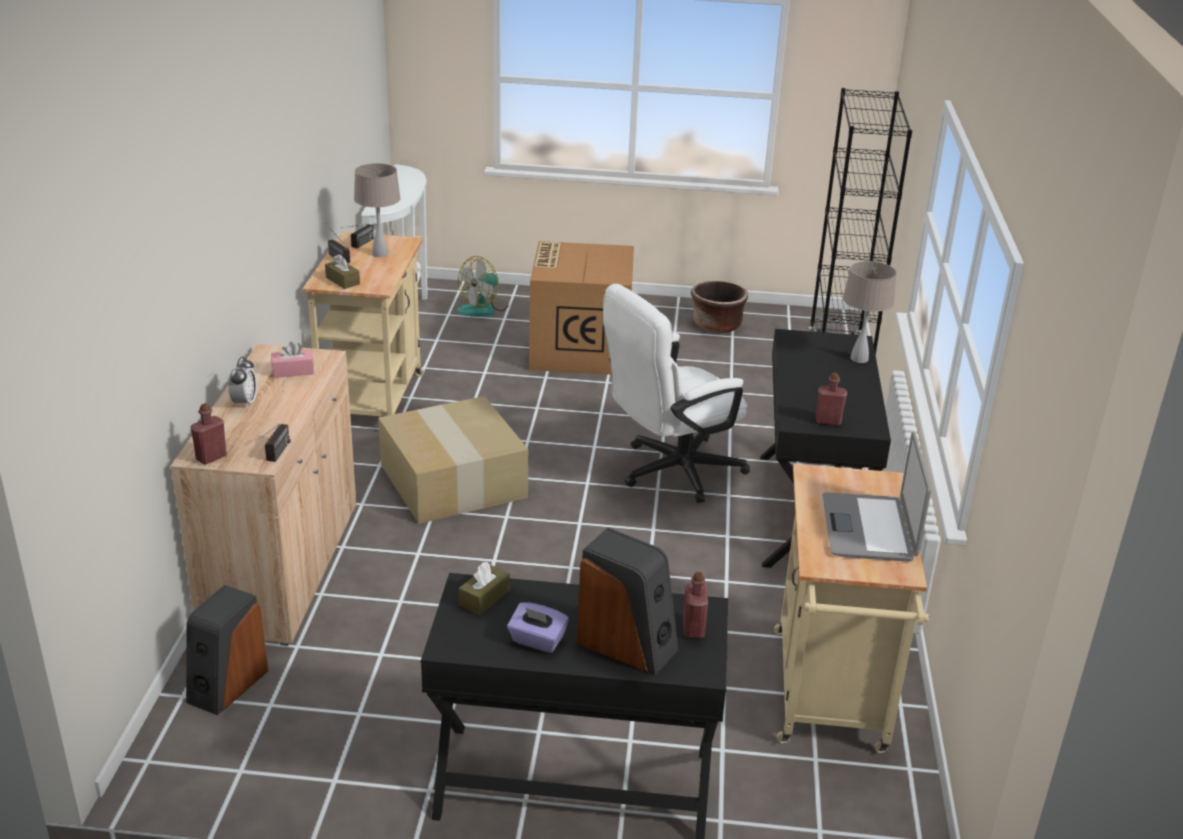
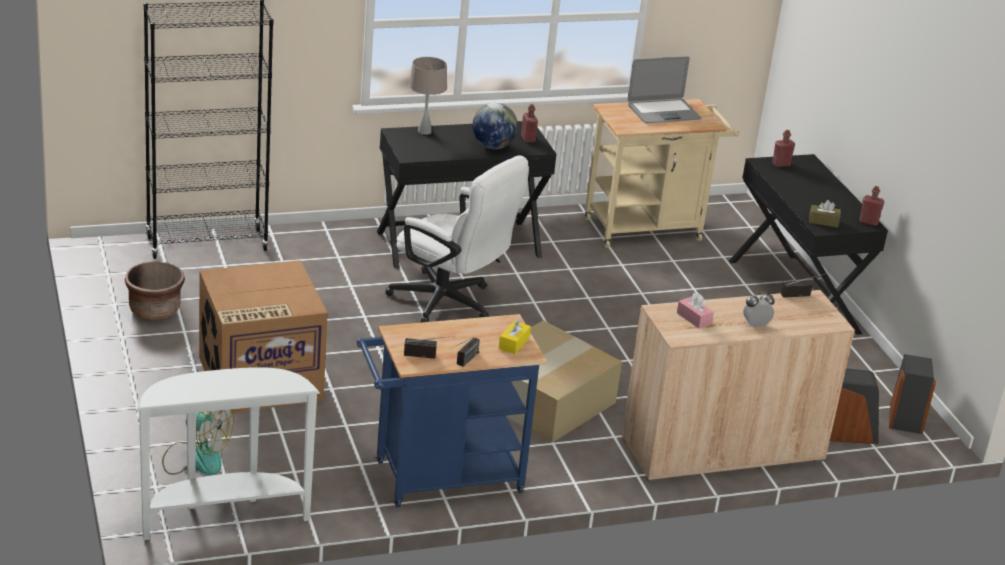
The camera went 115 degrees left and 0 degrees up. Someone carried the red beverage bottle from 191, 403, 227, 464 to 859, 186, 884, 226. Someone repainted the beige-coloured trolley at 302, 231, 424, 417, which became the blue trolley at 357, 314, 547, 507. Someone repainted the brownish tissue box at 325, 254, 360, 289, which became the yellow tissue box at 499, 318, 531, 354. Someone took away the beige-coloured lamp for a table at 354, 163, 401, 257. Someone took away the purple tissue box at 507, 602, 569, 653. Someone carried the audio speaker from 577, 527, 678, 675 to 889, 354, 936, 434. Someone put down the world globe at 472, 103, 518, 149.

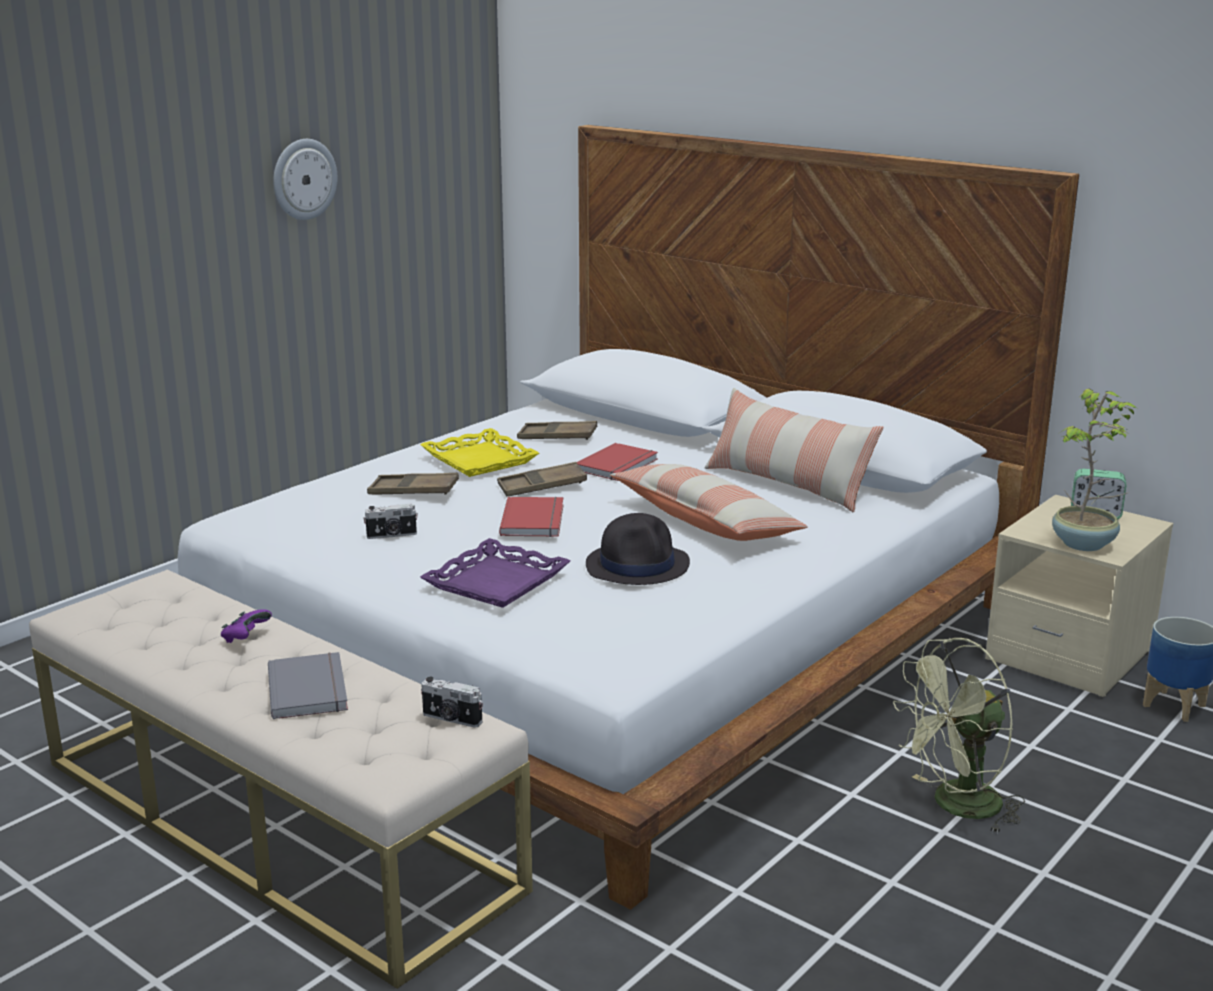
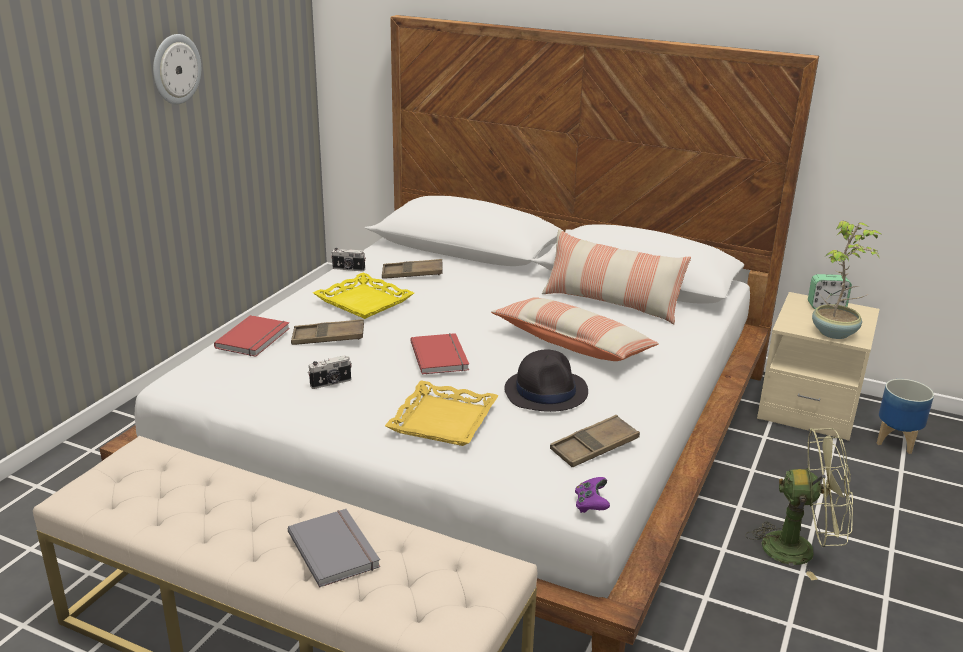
The camera went 15 degrees left and 5 degrees up. Someone carried the purple joypad from 221, 609, 272, 643 to 575, 477, 610, 513. Someone repainted the purple tray at 420, 538, 571, 608, which became the yellow tray at 385, 381, 499, 446. Someone carried the photo camera from 421, 677, 483, 728 to 331, 248, 366, 271. Someone carried the brownish tray from 497, 462, 587, 496 to 550, 415, 640, 467. Someone carried the red bound book from 577, 443, 658, 481 to 214, 315, 290, 357. Someone rotated the greenish fan at 893, 638, 1025, 834 by 135 degrees counterclockwise.

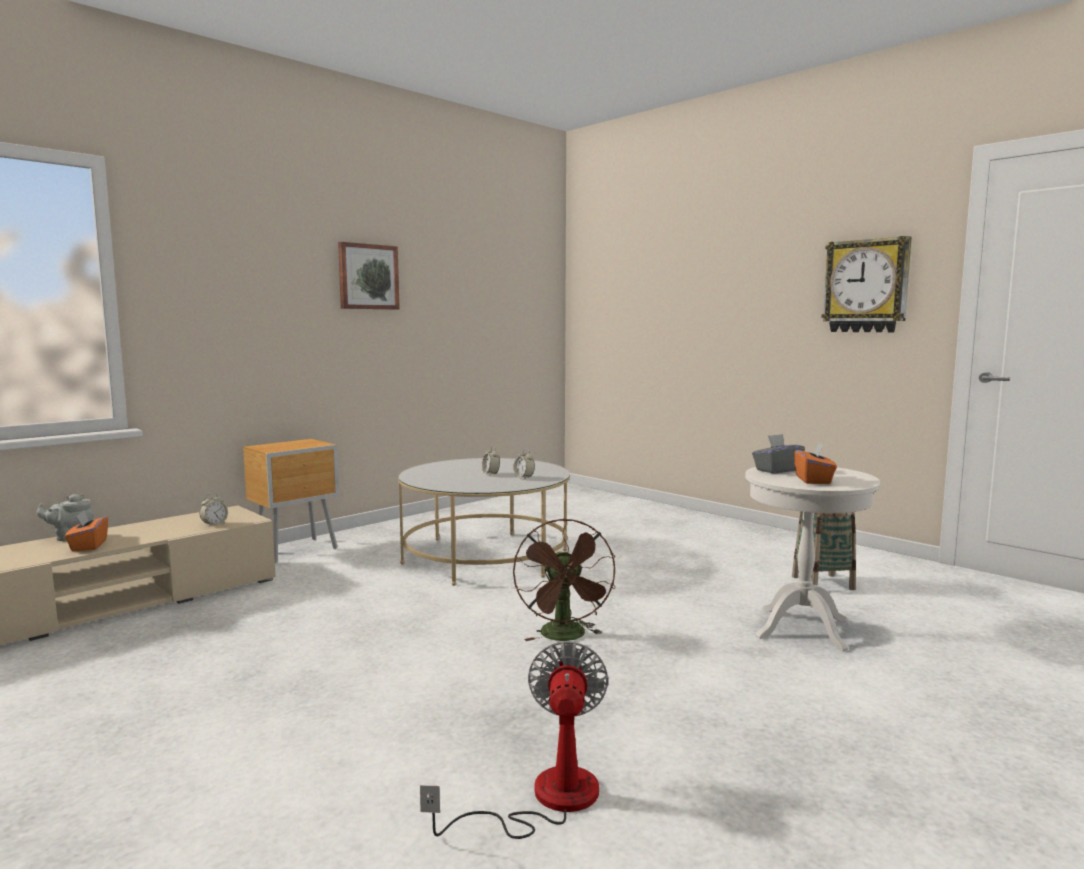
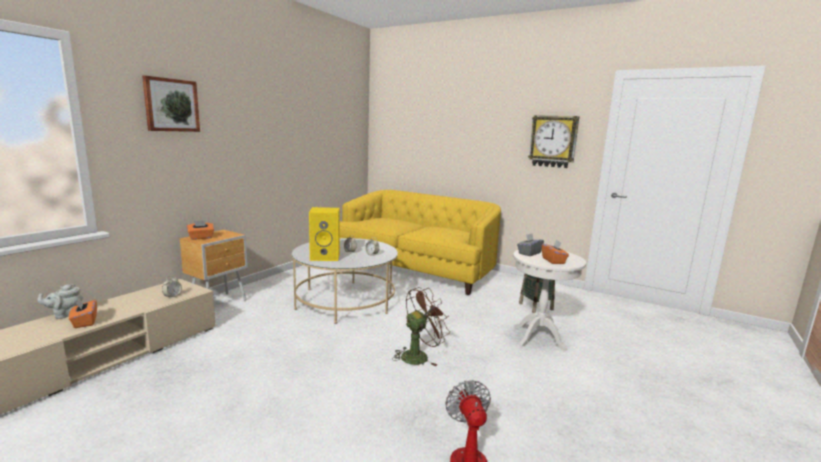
The camera went 15 degrees left and 5 degrees up. Someone carried the picture from 338, 242, 400, 309 to 142, 75, 200, 132. Someone rotated the brownish fan at 513, 519, 615, 641 by 105 degrees counterclockwise. Someone put down the orangey tissue box at 187, 220, 214, 240. Someone put down the yellow audio speaker at 309, 207, 340, 261. Someone put down the yellow settee at 340, 190, 501, 295.

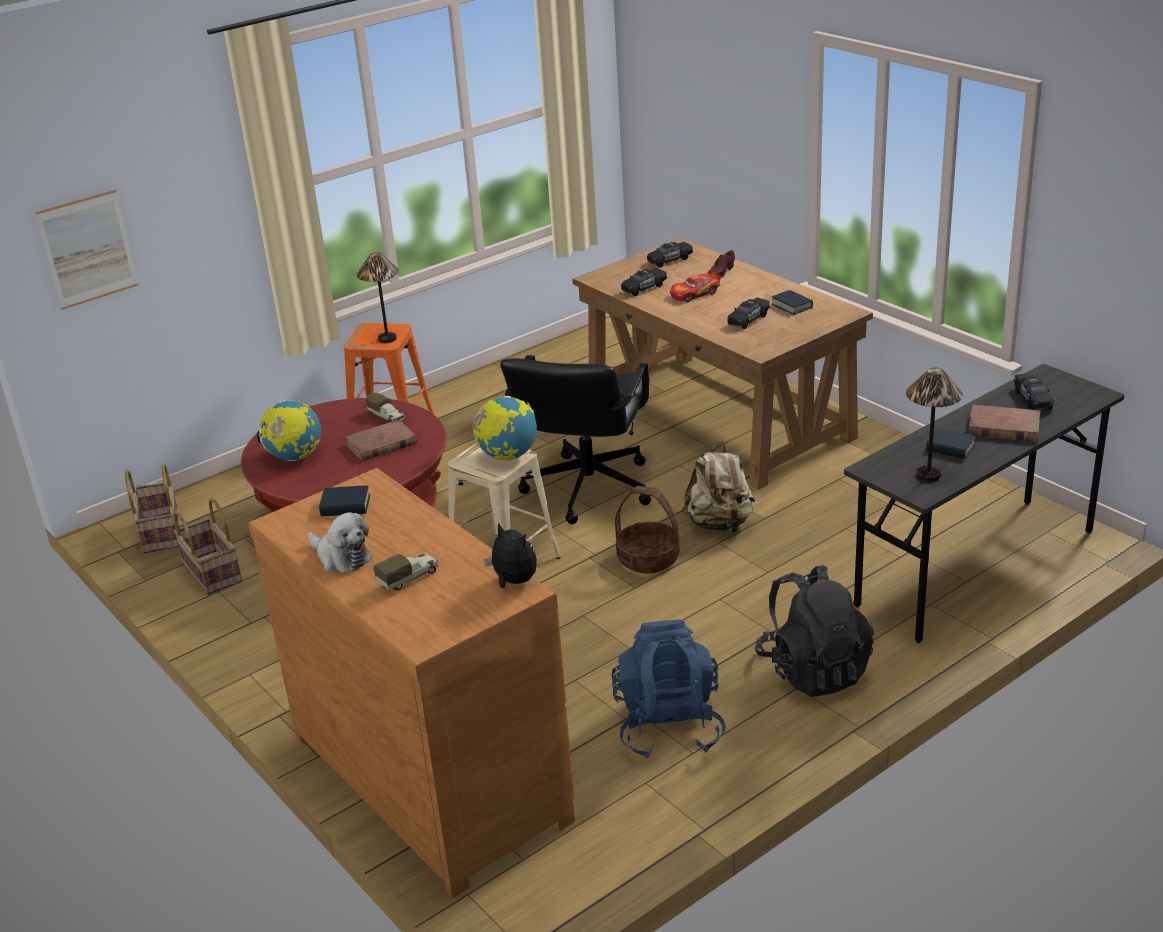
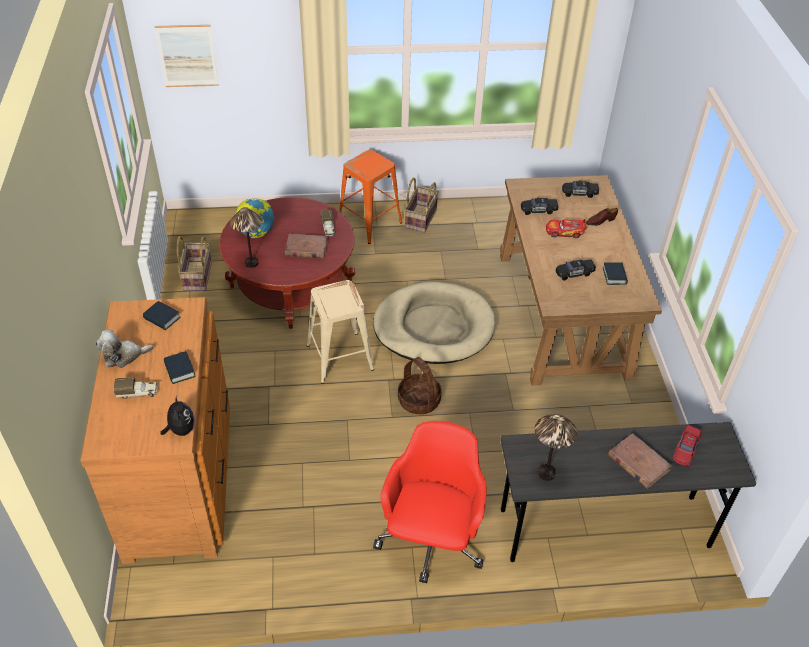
The camera went 30 degrees right and 15 degrees up. Someone carried the storage basket from 125, 463, 179, 553 to 404, 178, 439, 233. Someone rotated the soft toy at 308, 512, 372, 573 by 90 degrees clockwise. Someone carried the lamp for a table from 356, 252, 399, 343 to 230, 207, 262, 268. Someone took away the world globe at 472, 396, 537, 461. Someone swapped the blackish office chair at 500, 355, 651, 524 for the beige-coloured dog bed at 373, 282, 496, 364. Someone took away the blue backpack at 611, 619, 726, 758. Someone took away the beige-coloured backpack at 682, 441, 755, 533. Someone swapped the blackish backpack at 755, 565, 874, 697 for the red office chair at 373, 421, 487, 583. Someone carried the bound book from 926, 428, 976, 459 to 164, 351, 196, 384. Someone repainted the blackish model car at 1014, 373, 1054, 410, which became the red model car at 672, 425, 701, 466.

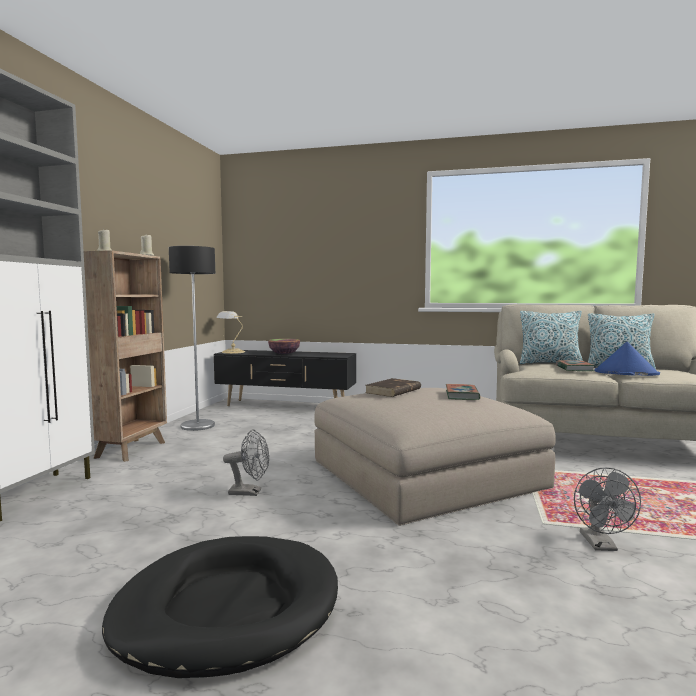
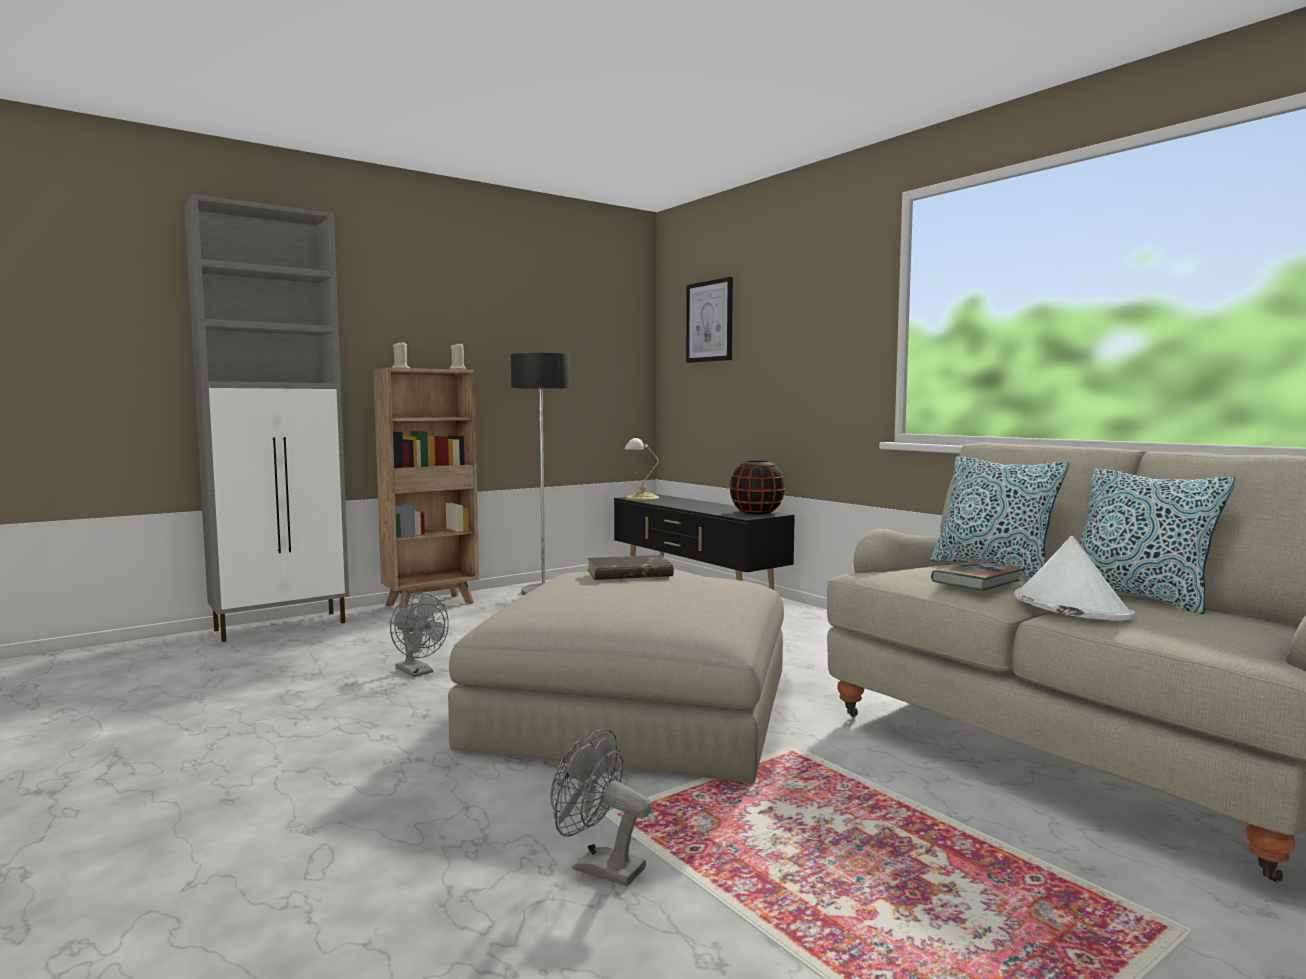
The camera went 40 degrees right and 0 degrees up. Someone took away the blackish dog bed at 102, 536, 338, 678. Someone took away the deep dish at 268, 338, 300, 354. Someone took away the bound book at 446, 384, 480, 400. Someone rotated the grey fan at 574, 467, 641, 551 by 75 degrees clockwise. Someone repainted the blue hat at 594, 342, 660, 376, which became the white-coloured hat at 1014, 536, 1135, 621. Someone put up the picture at 686, 277, 733, 363. Someone put down the blackish decorative vase at 730, 461, 785, 515.

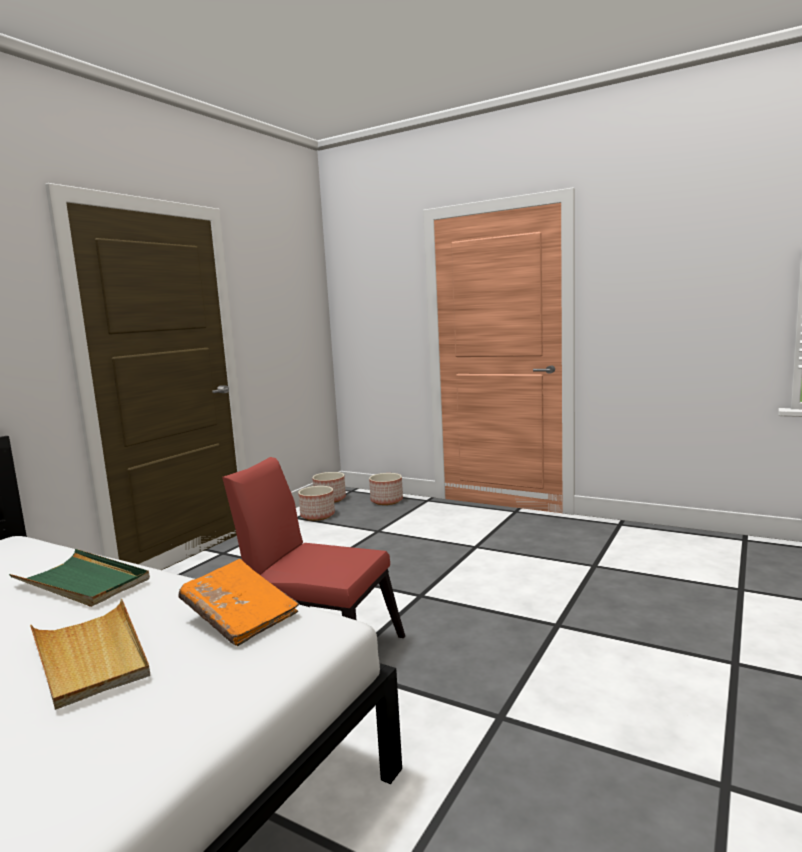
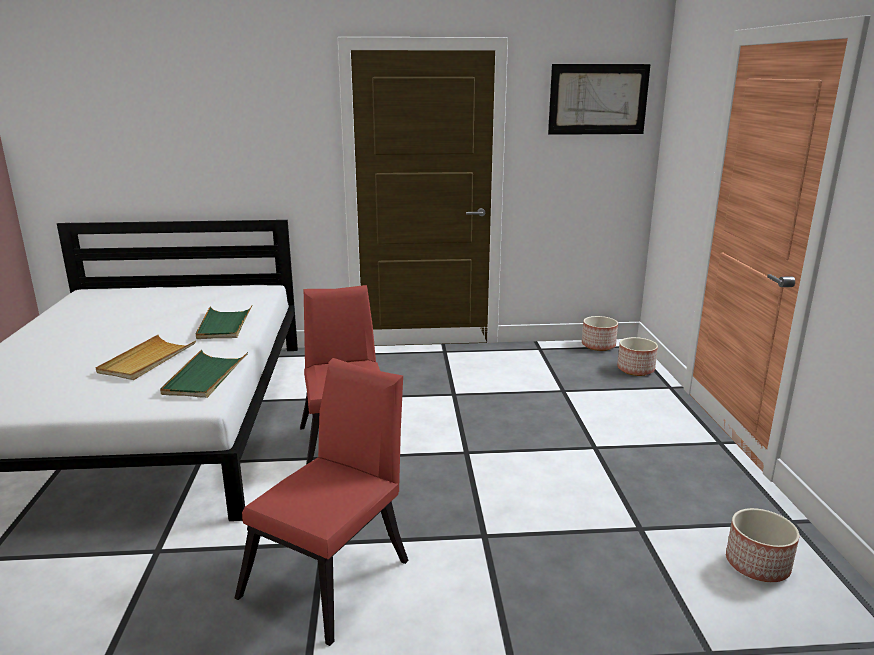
The camera went 55 degrees right and 10 degrees up. Someone swapped the orangey bound book at 178, 559, 299, 646 for the greenish tray at 160, 350, 248, 398. Someone carried the plant pot from 298, 486, 335, 521 to 726, 508, 800, 582. Someone put down the red upright chair at 235, 358, 409, 646. Someone put up the picture at 548, 64, 651, 135.

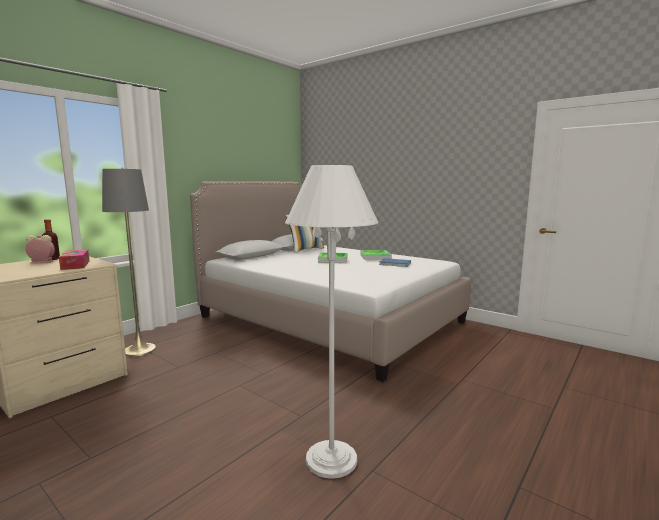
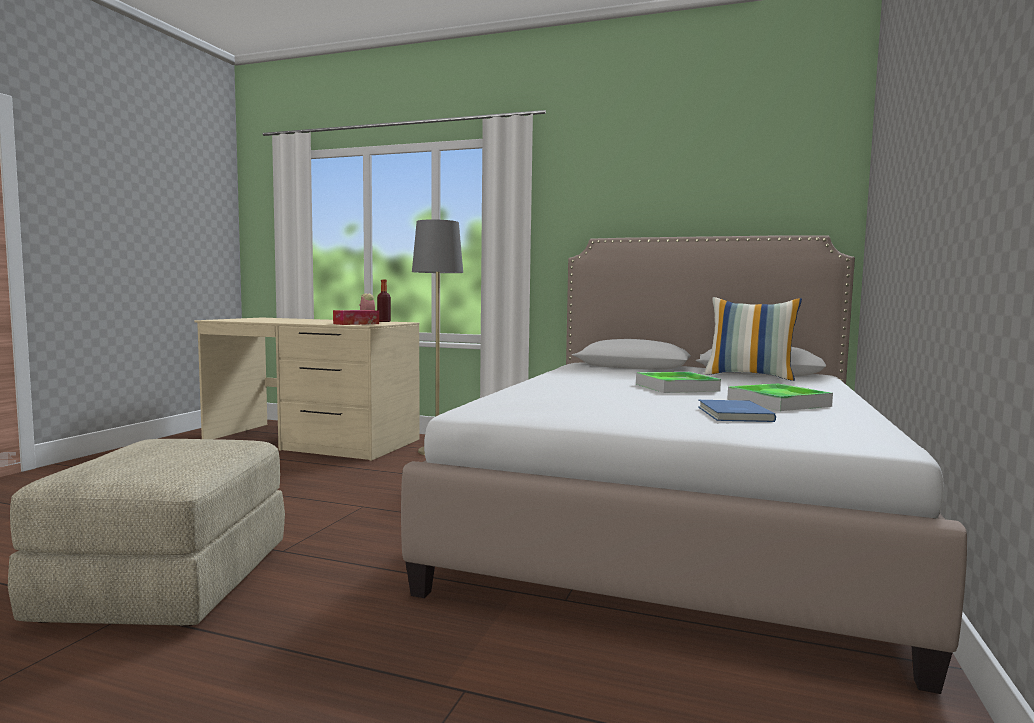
The camera went 70 degrees right and 5 degrees down. Someone swapped the white-coloured standard lamp at 285, 165, 378, 479 for the beige-coloured pouffe at 8, 439, 285, 627.

